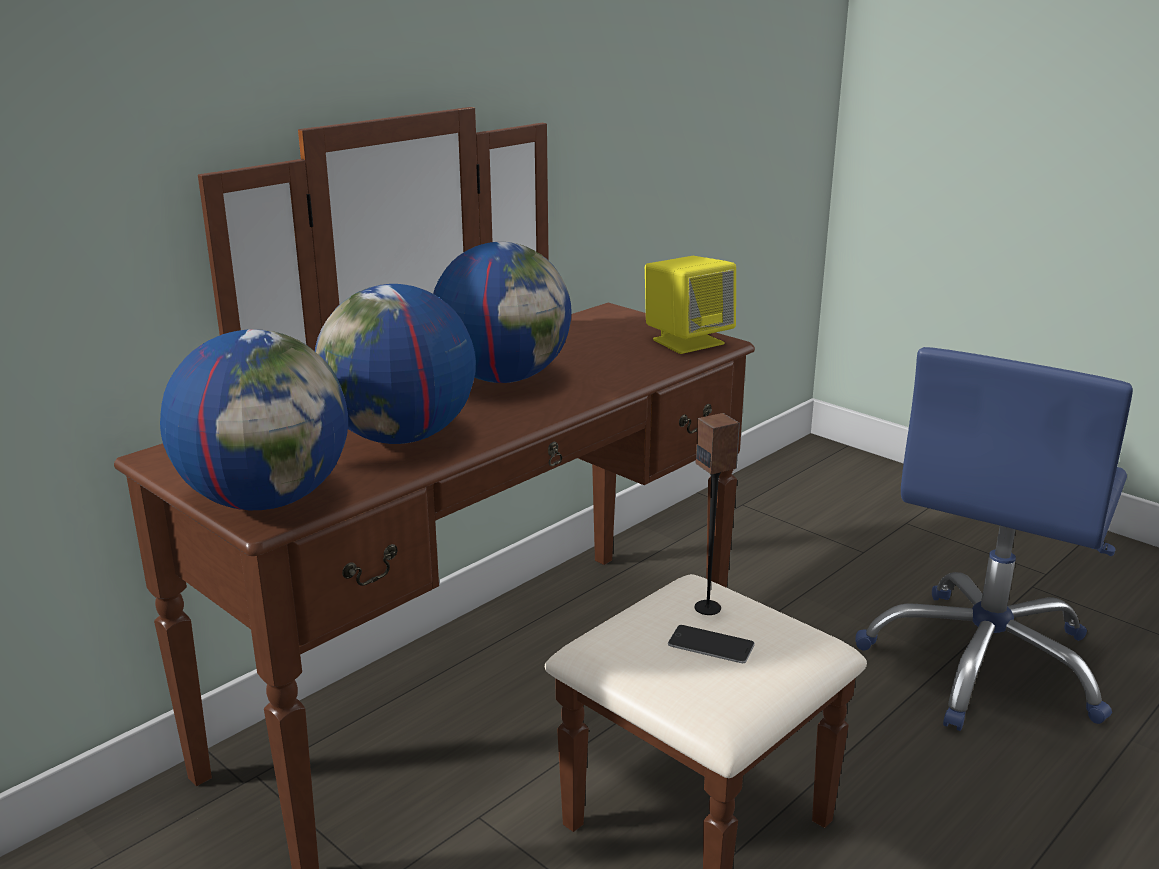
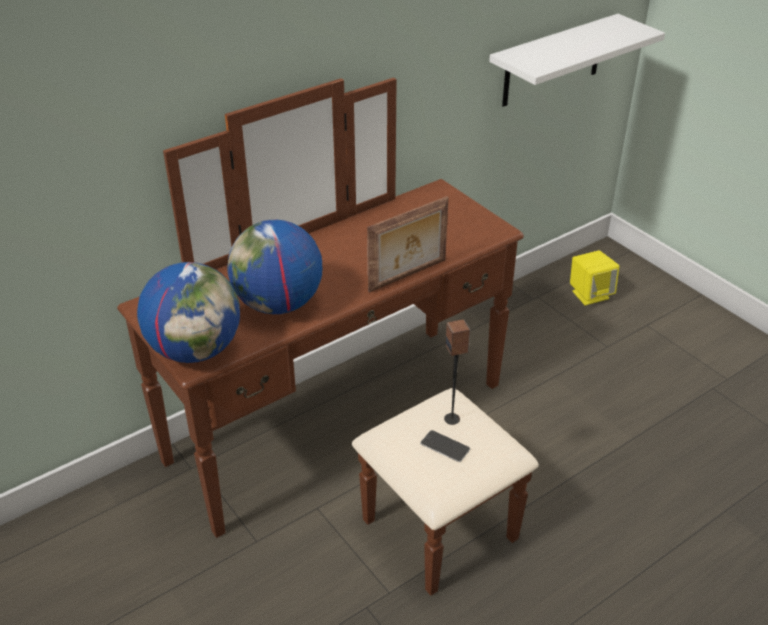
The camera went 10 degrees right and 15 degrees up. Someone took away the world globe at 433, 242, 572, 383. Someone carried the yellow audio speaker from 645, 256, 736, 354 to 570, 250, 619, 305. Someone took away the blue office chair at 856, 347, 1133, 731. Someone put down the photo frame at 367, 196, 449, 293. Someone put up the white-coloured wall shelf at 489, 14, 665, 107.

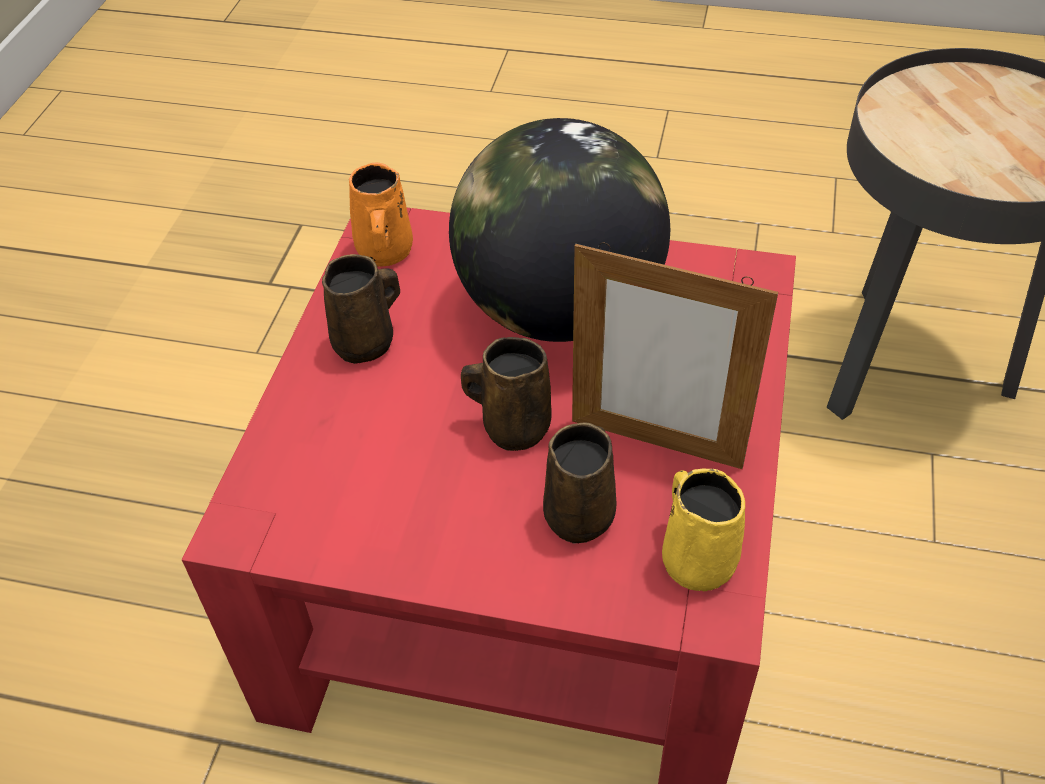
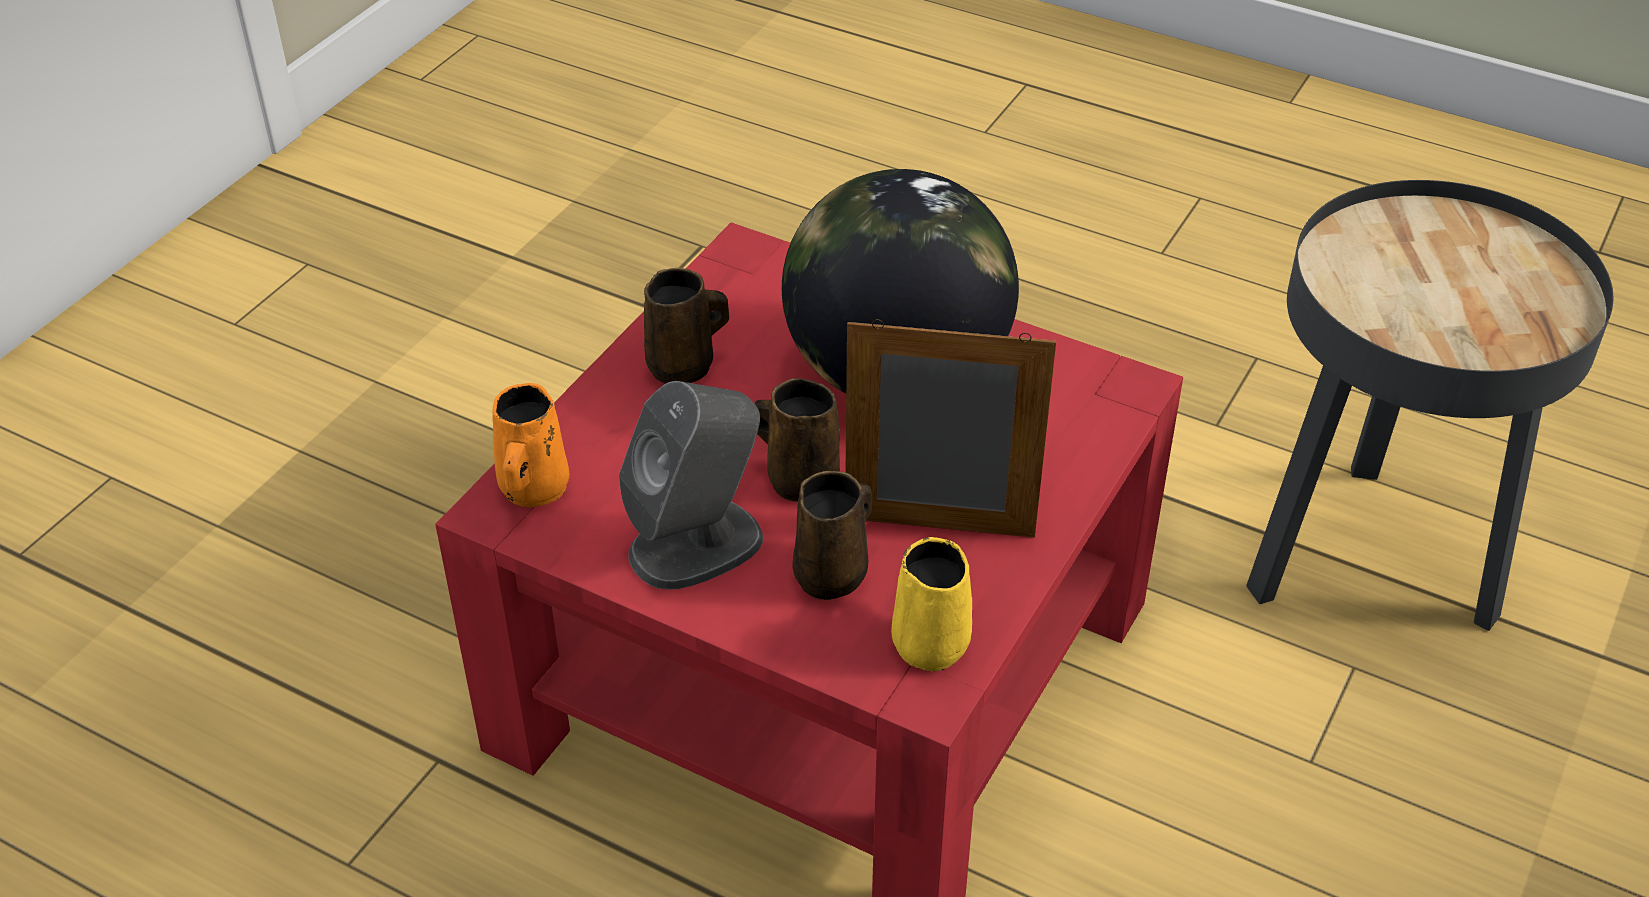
The camera went 15 degrees right and 5 degrees down. Someone carried the orangey tea mug from 349, 163, 413, 266 to 492, 383, 569, 507. Someone rotated the photo frame at 572, 242, 778, 469 by 150 degrees clockwise. Someone put down the grey audio speaker at 619, 381, 763, 590.

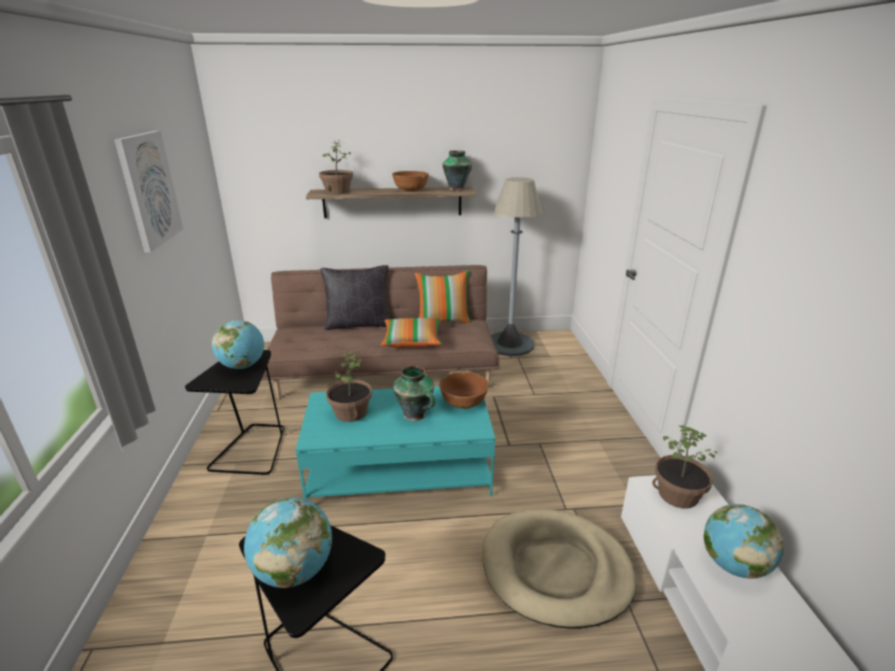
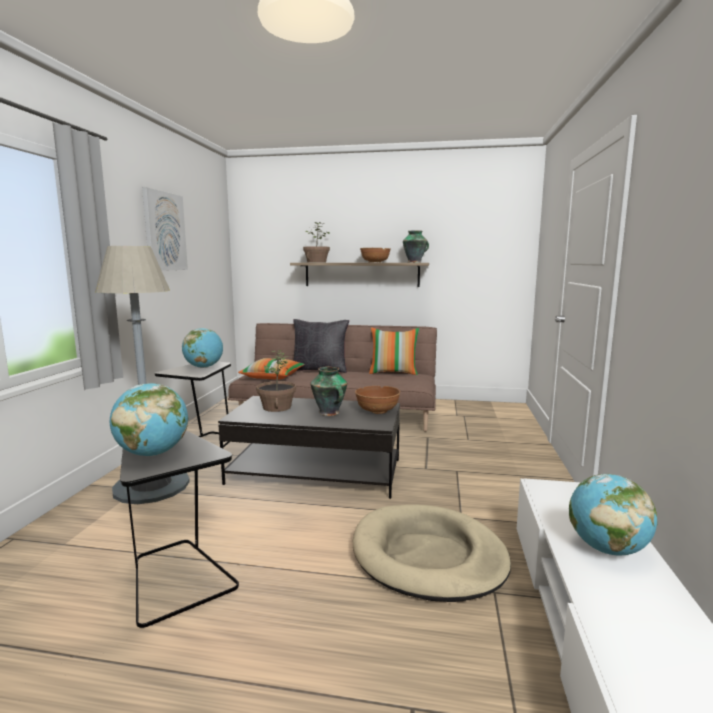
The camera went 15 degrees right and 15 degrees down. Someone repainted the blue-green coffee table at 296, 386, 495, 500, which became the blackish coffee table at 218, 396, 400, 499. Someone carried the cushion from 381, 318, 442, 348 to 238, 358, 305, 379. Someone carried the grey standard lamp from 491, 177, 542, 356 to 95, 246, 190, 504. Someone took away the houseplant at 652, 425, 717, 509.

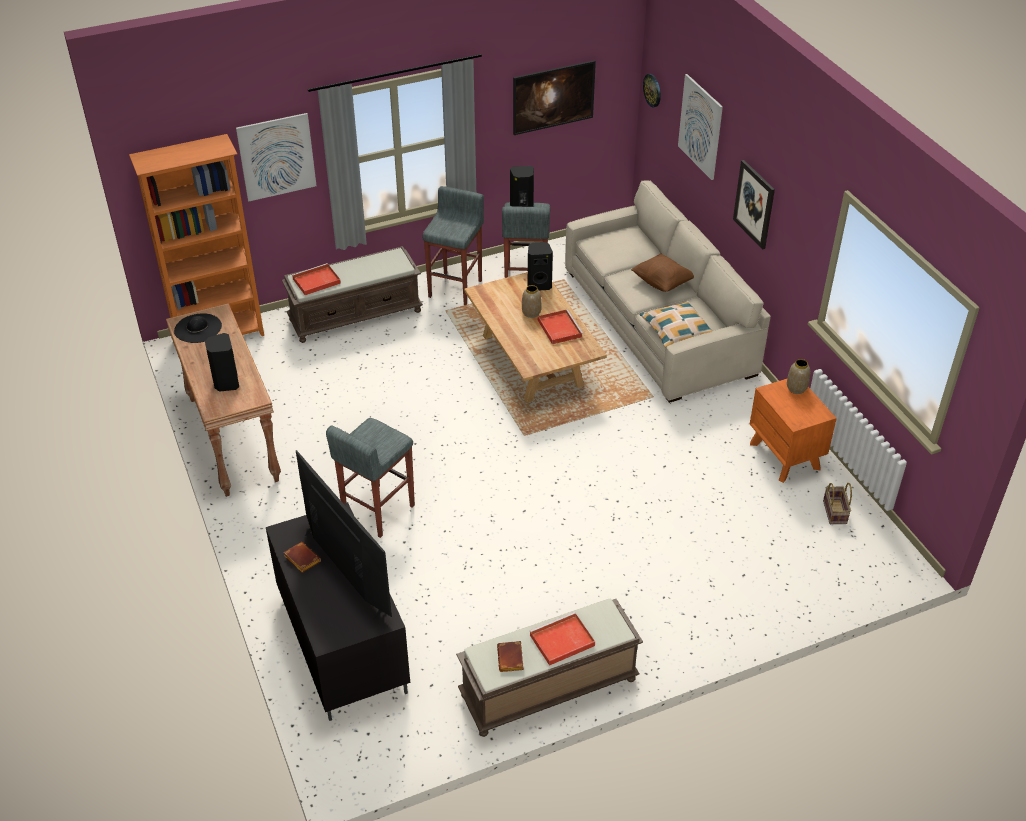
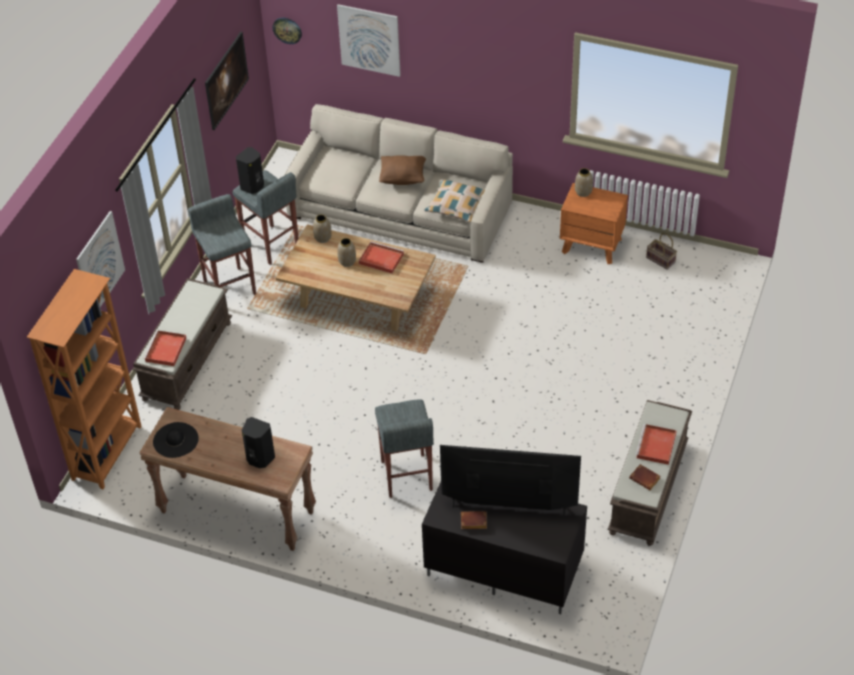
The camera went 45 degrees left and 5 degrees up. Someone swapped the blackish audio speaker at 528, 242, 553, 290 for the decorative vase at 313, 214, 332, 243. Someone took away the picture at 733, 160, 775, 250.

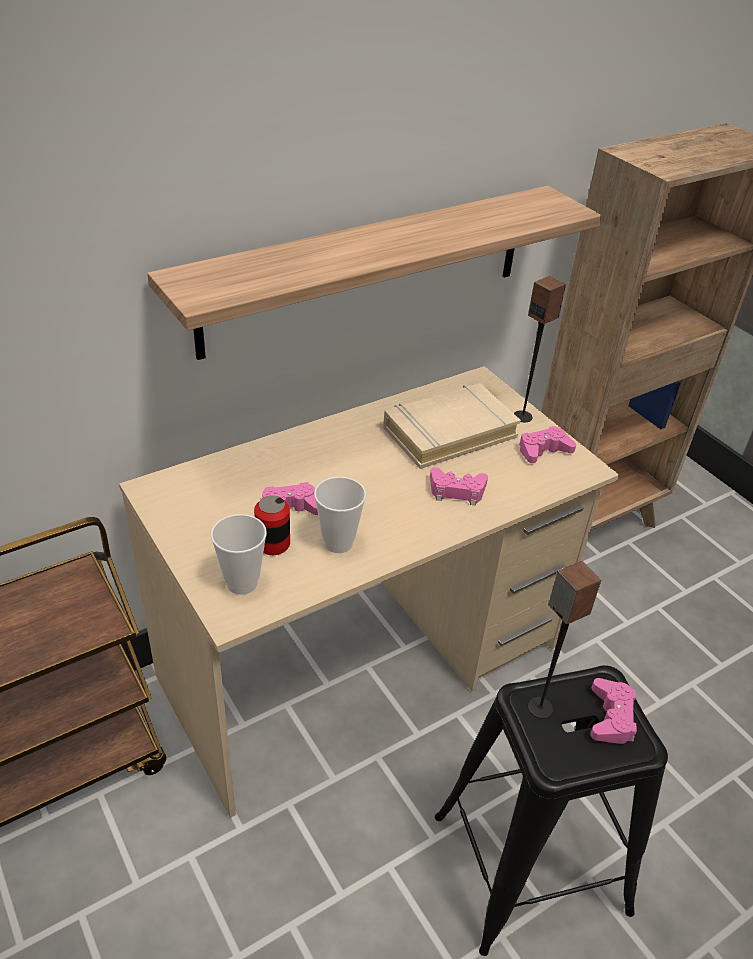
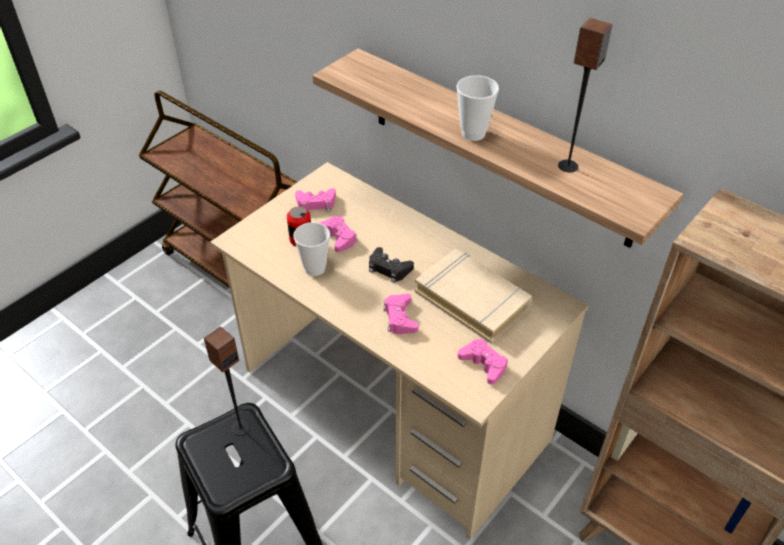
The camera went 75 degrees right and 5 degrees up. Someone carried the drinking cup from 211, 514, 267, 595 to 457, 75, 499, 141. Someone carried the audio speaker from 514, 276, 566, 422 to 558, 18, 613, 172. Someone carried the pinkish joypad from 590, 678, 637, 744 to 295, 188, 336, 212. Someone put down the blackish joypad at 369, 247, 414, 283.

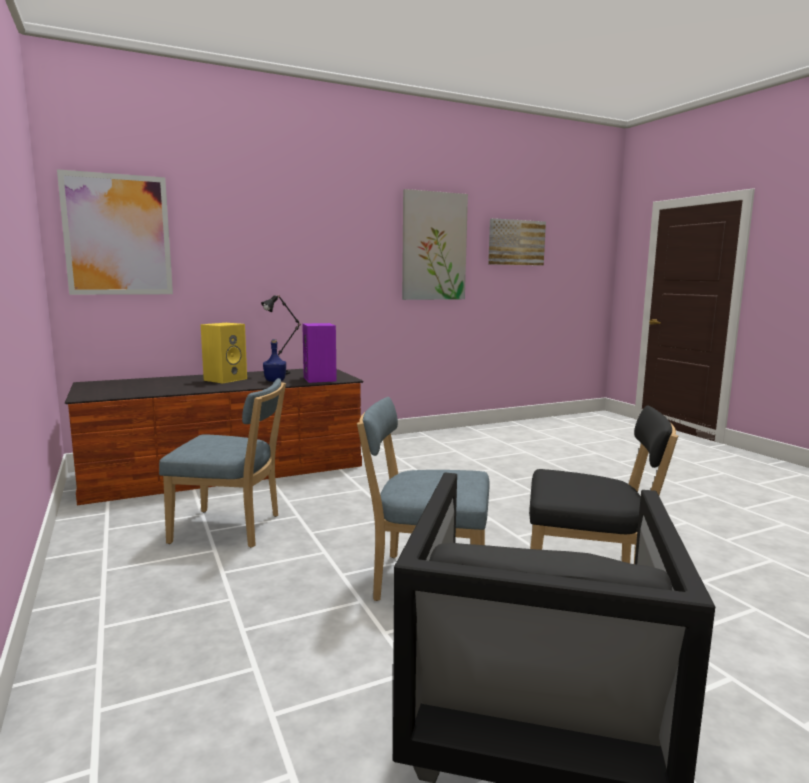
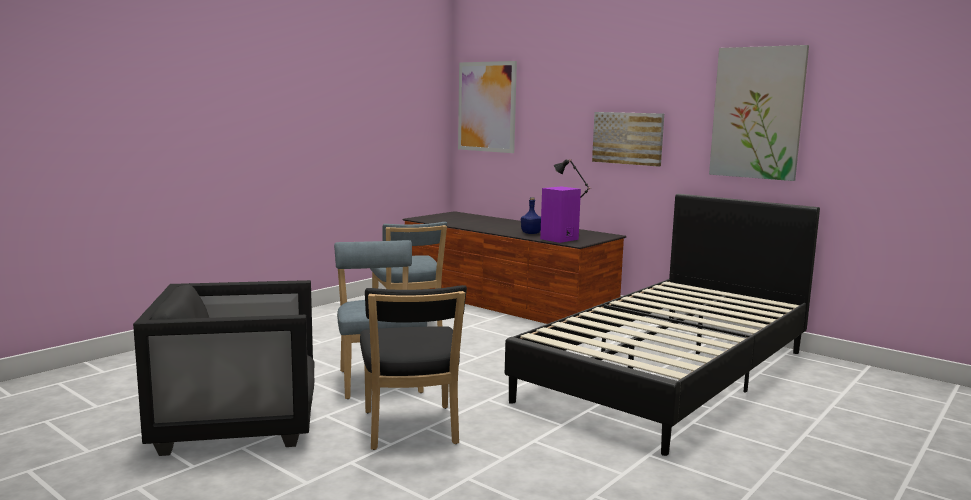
The camera went 65 degrees right and 0 degrees up. Someone took away the yellow audio speaker at 201, 323, 247, 384. Someone carried the picture from 488, 218, 546, 266 to 592, 112, 664, 167. Someone put down the blackish sleeping bed at 505, 194, 820, 456.

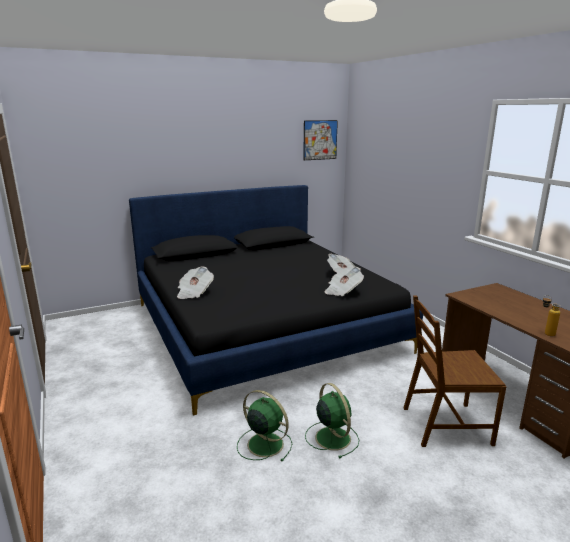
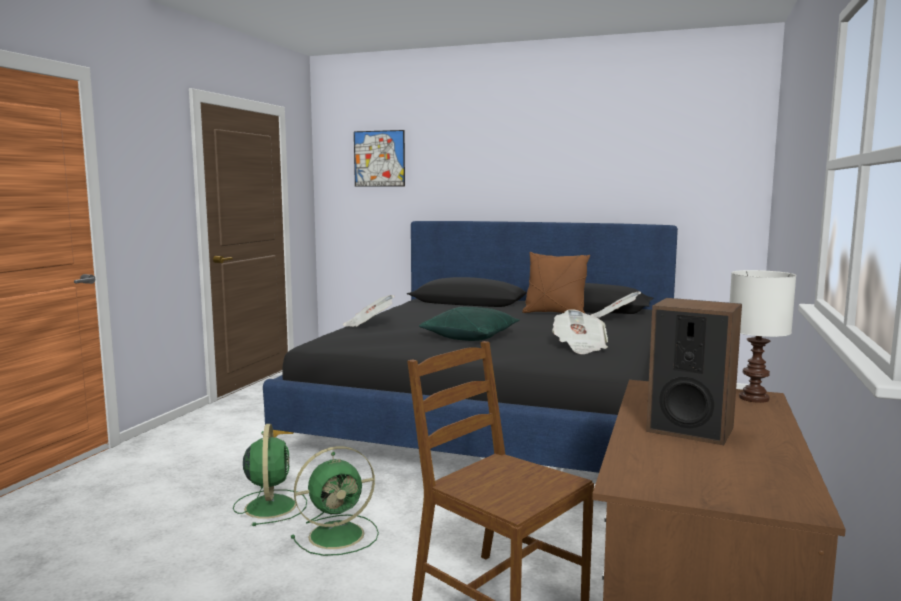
The camera went 45 degrees right and 10 degrees down. Someone carried the picture from 303, 120, 338, 160 to 354, 130, 405, 187. Someone rotated the greenish fan at 305, 383, 359, 458 by 45 degrees clockwise. Someone carried the printed paper from 324, 267, 364, 296 to 591, 291, 641, 318. Someone took away the beverage bottle at 543, 295, 560, 336. Someone put down the greenish cushion at 419, 306, 520, 341. Someone put down the brownish cushion at 522, 252, 590, 313. Someone put down the audio speaker at 646, 298, 742, 445. Someone put down the white-coloured lamp for a table at 730, 270, 796, 403.

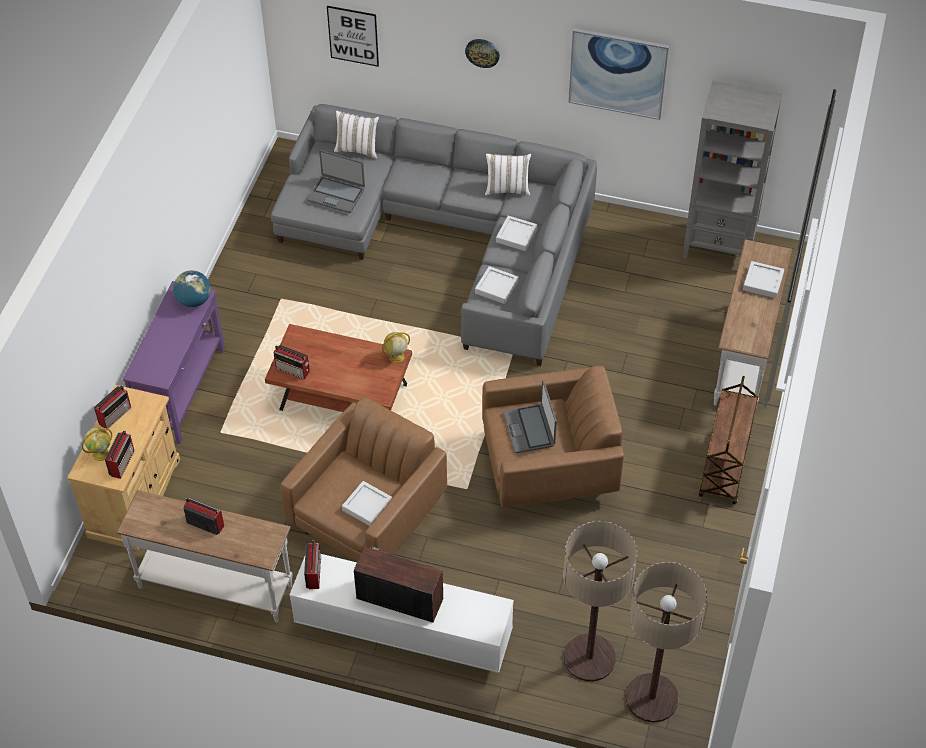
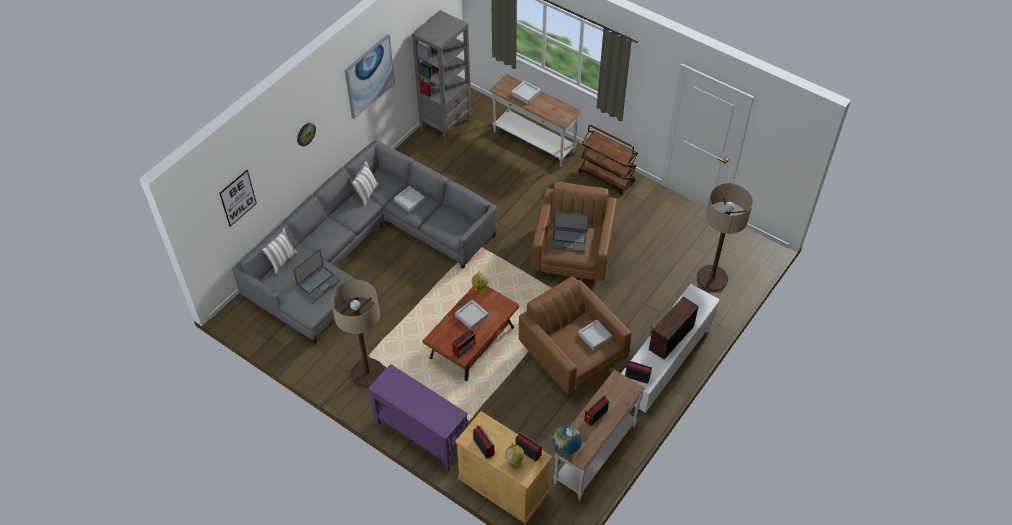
The camera went 70 degrees left and 0 degrees up. Someone carried the world globe from 173, 270, 211, 307 to 553, 425, 582, 455. Someone carried the grey tray from 475, 266, 518, 304 to 455, 300, 488, 330. Someone carried the standard lamp from 625, 562, 707, 723 to 331, 279, 384, 388.

